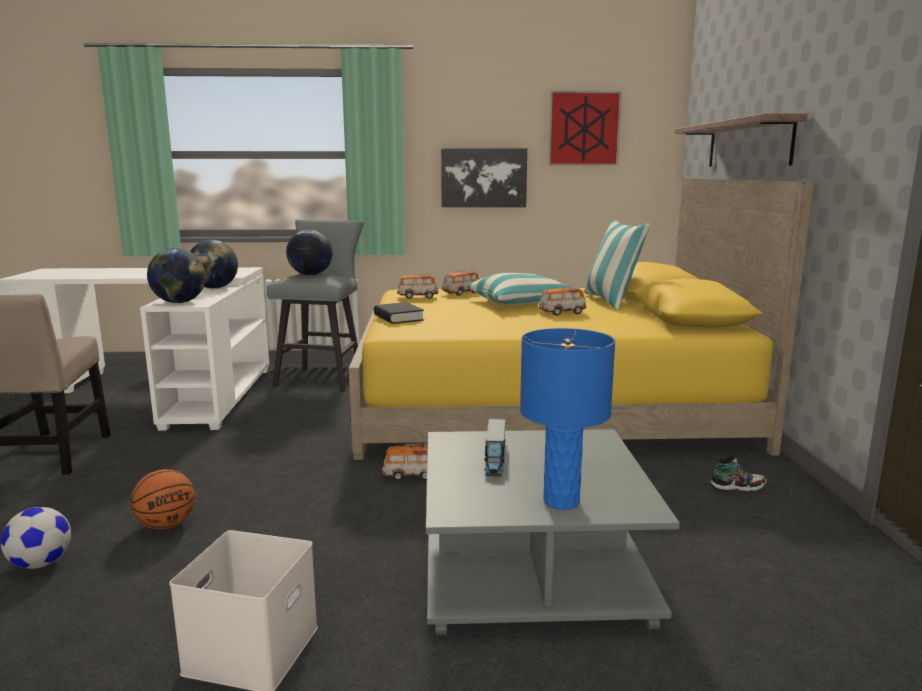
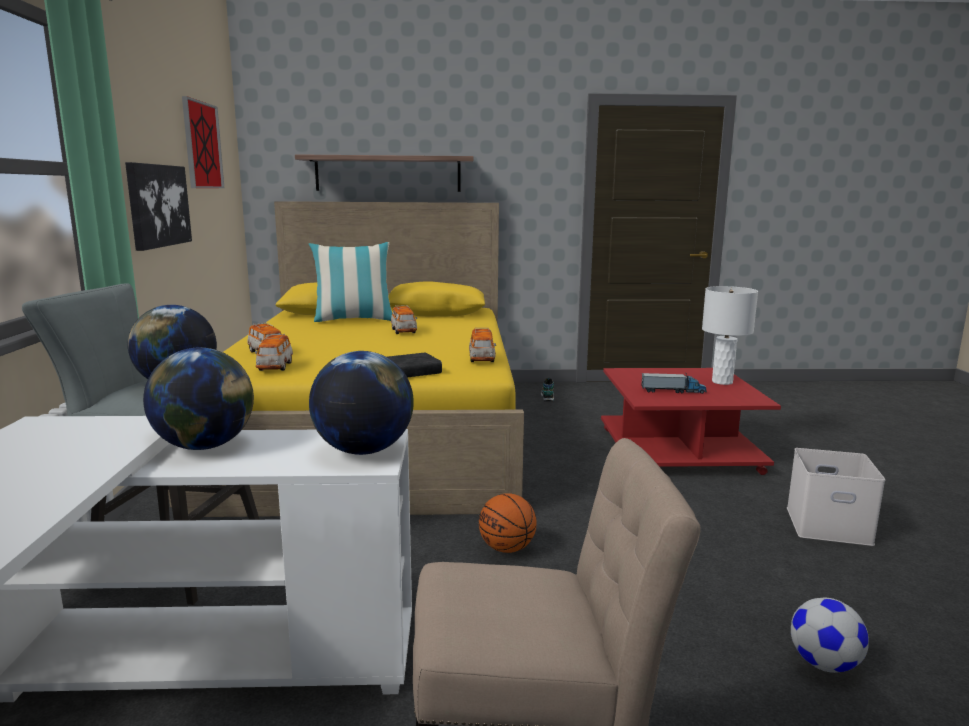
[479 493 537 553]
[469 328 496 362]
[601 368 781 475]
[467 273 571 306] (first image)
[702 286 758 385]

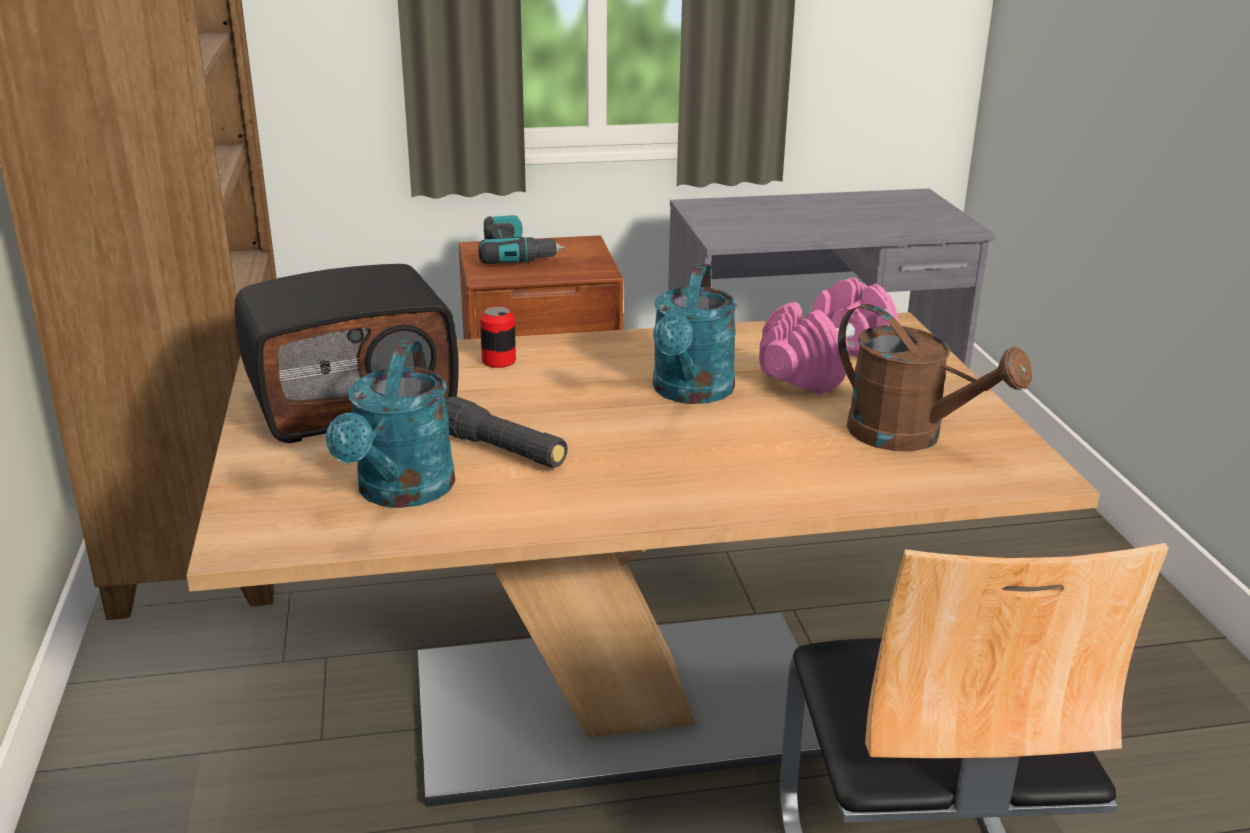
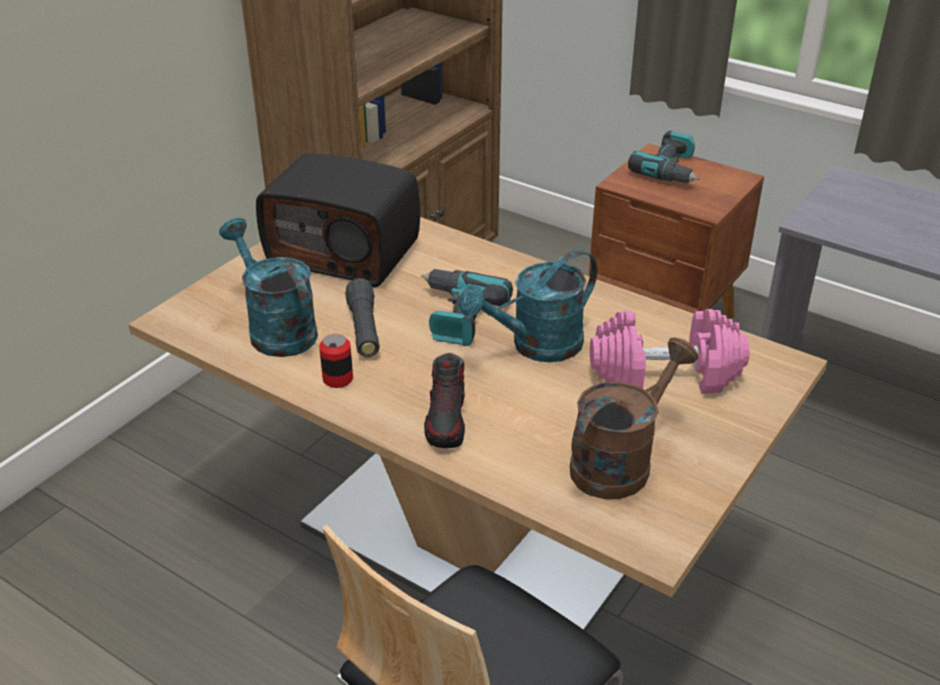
[219 218 318 357]
[319 334 353 388]
[570 337 698 499]
[421 269 513 346]
[424 353 465 448]

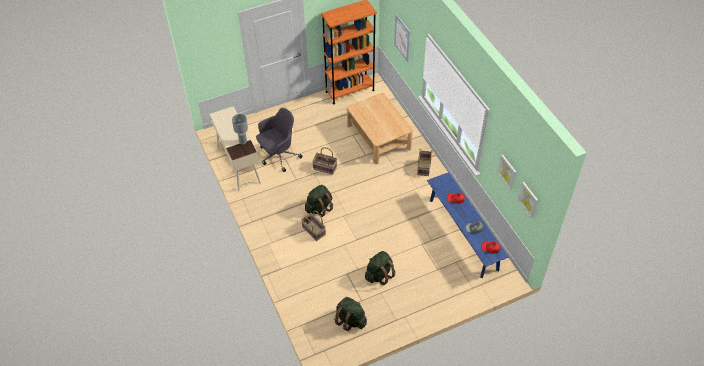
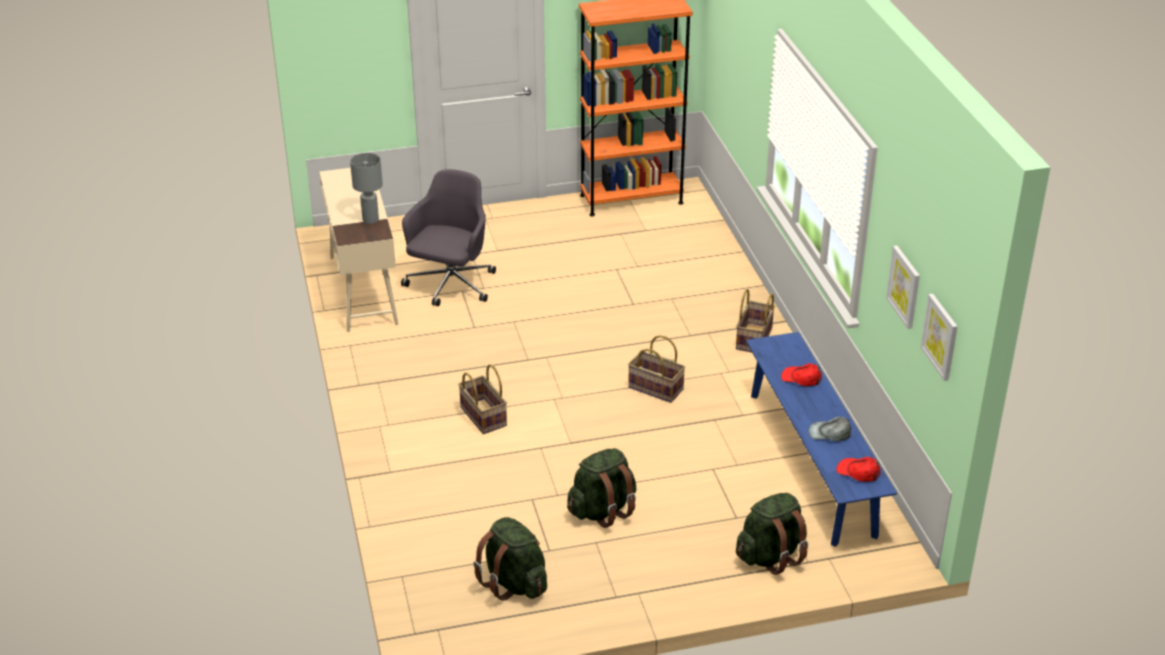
[401 169 496 306]
[736 493 808 575]
[628 335 685 403]
[347 93 413 164] (first image)
[394 14 411 62] (first image)

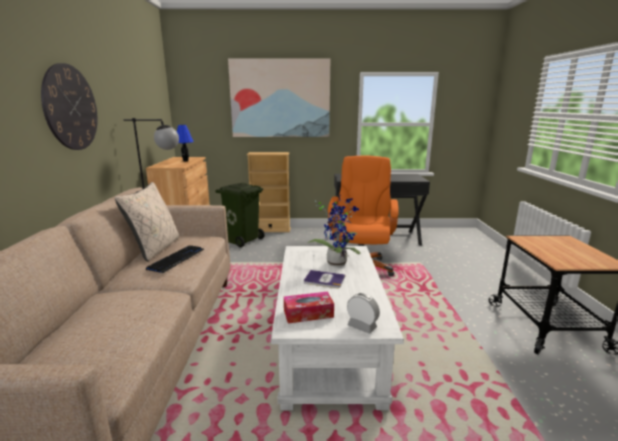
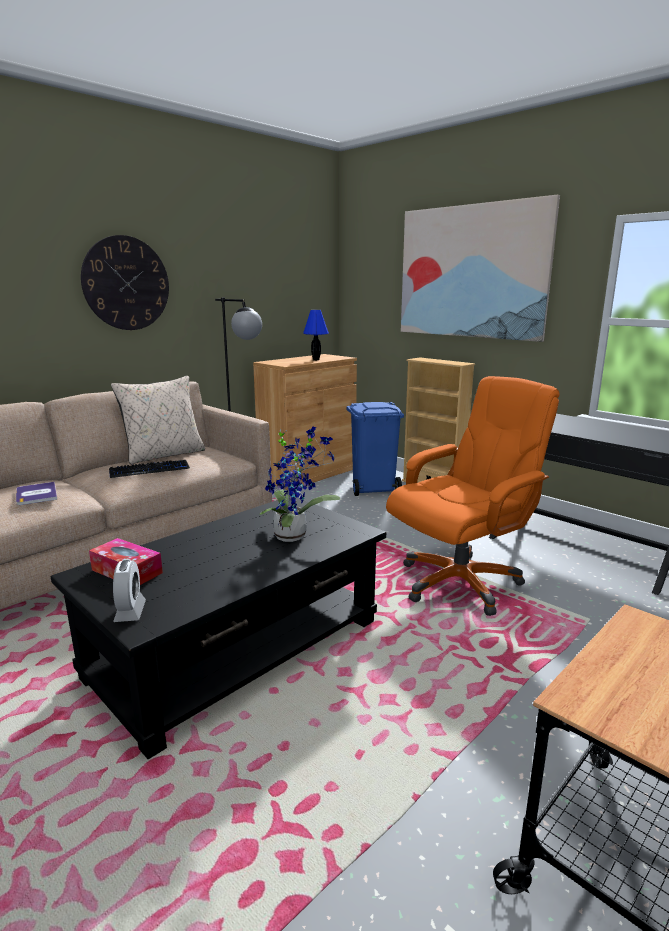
[347 402 404 496]
[51 497 386 759]
[16 482 57 505]

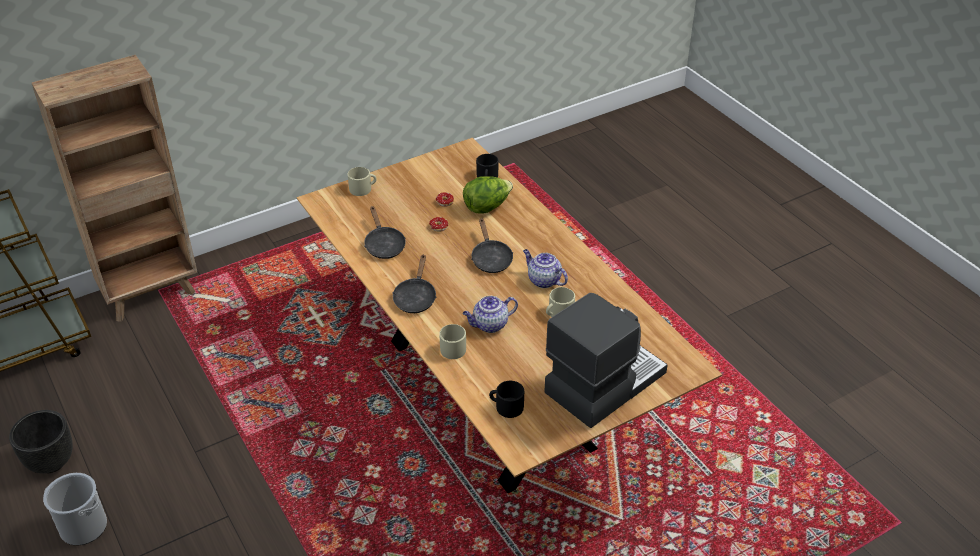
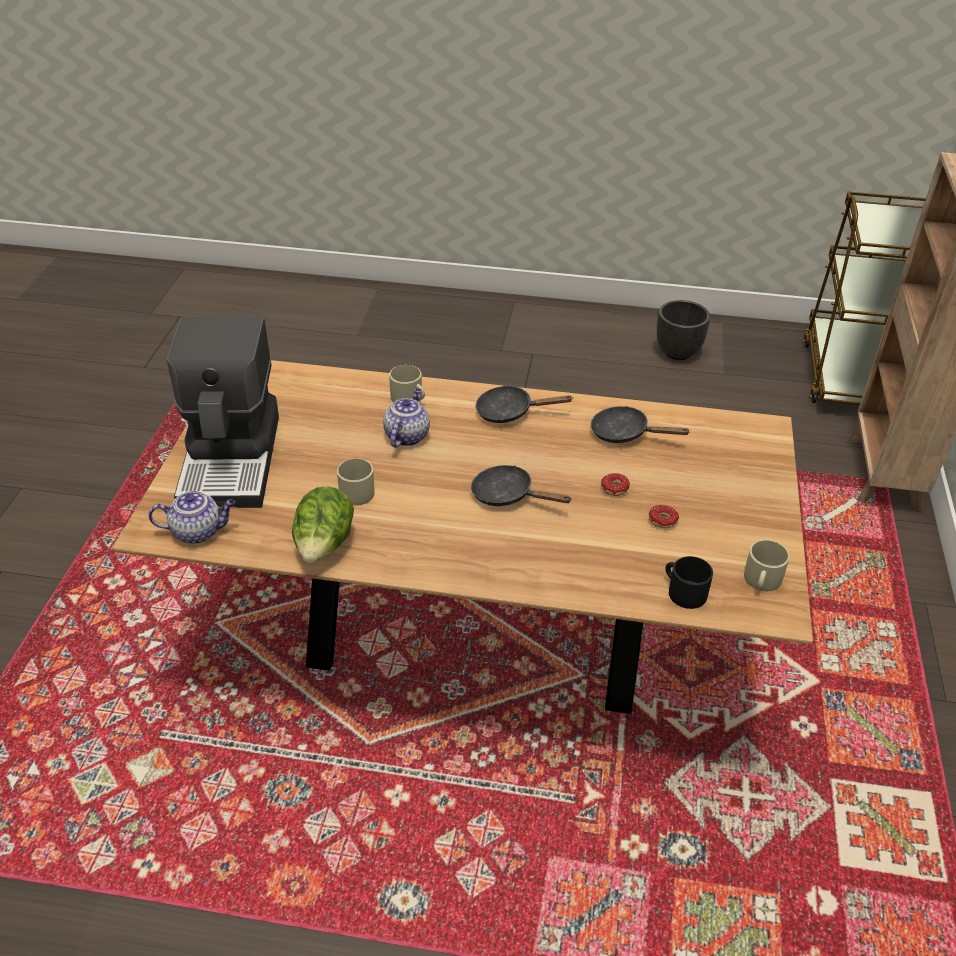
[43 473 107 545] (first image)
[744 540 789 591]
[475 385 572 423]
[292 486 354 563]
[489 381 524 418] (first image)
[148 491 235 544]

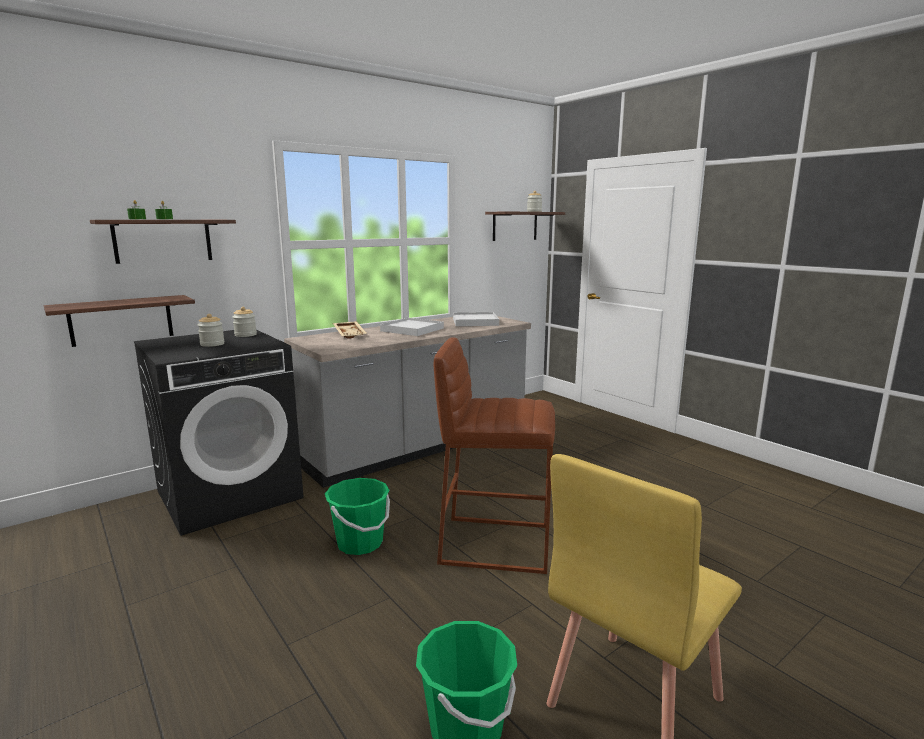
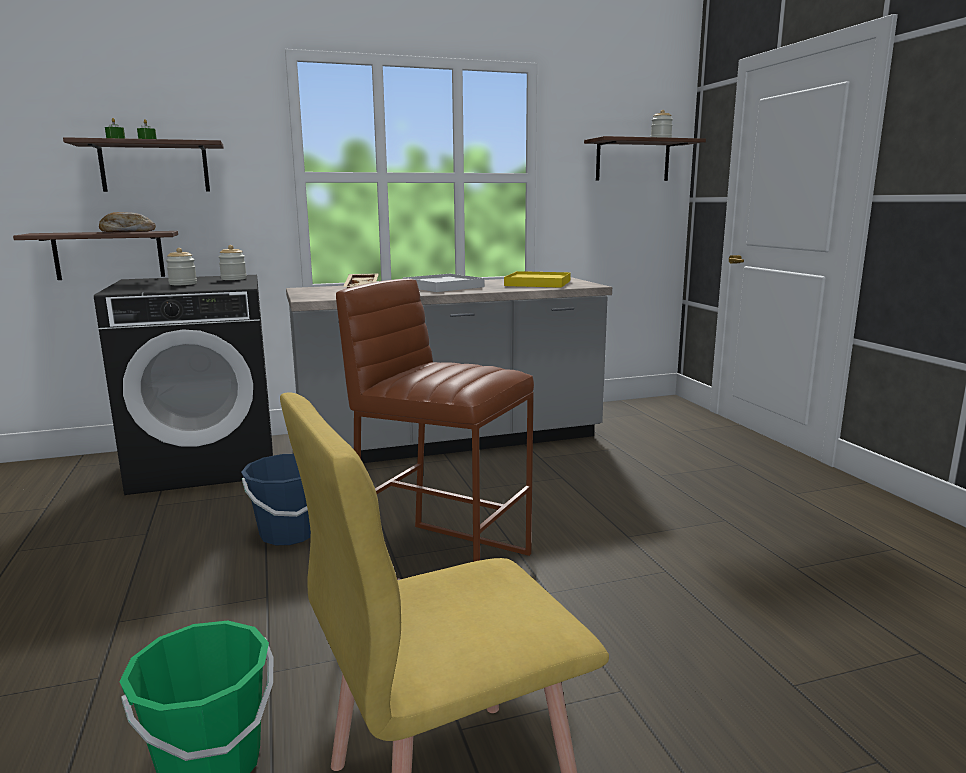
[241 454 311 545]
[504 271 571 288]
[99 212 156 232]

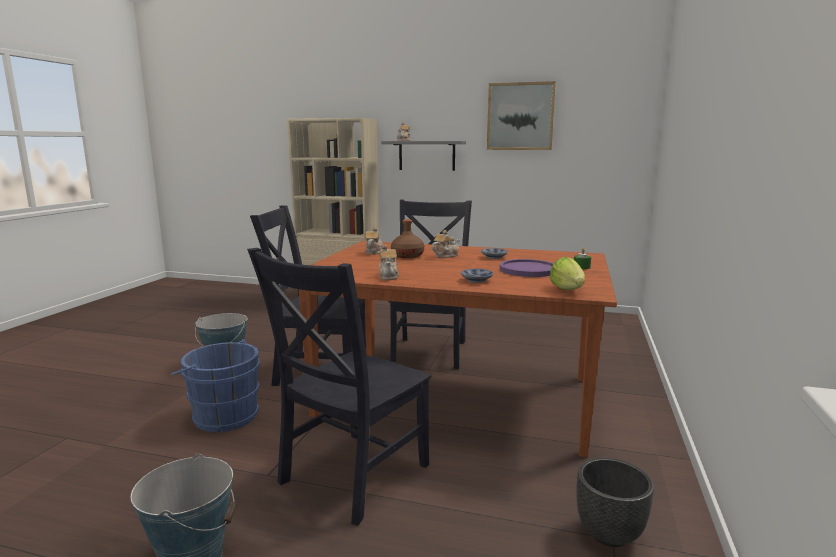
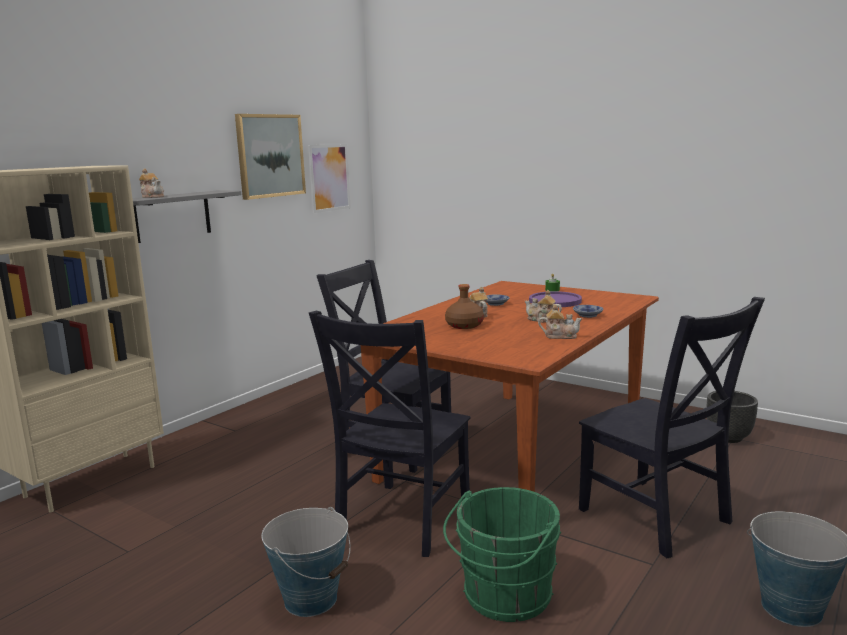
[443 487 561 622]
[525 290 562 323]
[550 257 585 290] (first image)
[308 144 351 213]

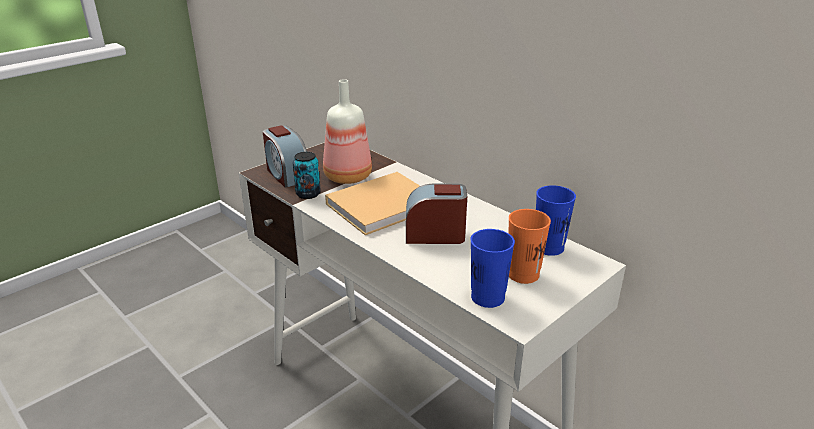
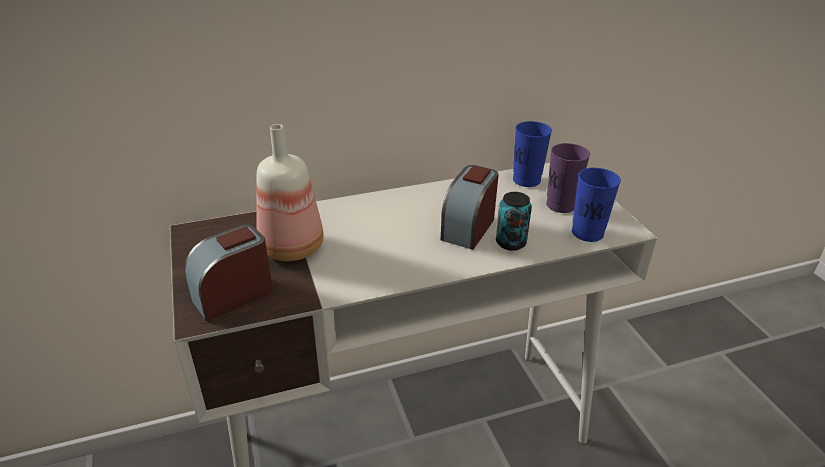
[184 224 273 321]
[496 192 532 251]
[325 172 420 235] (first image)
[546 143 590 213]

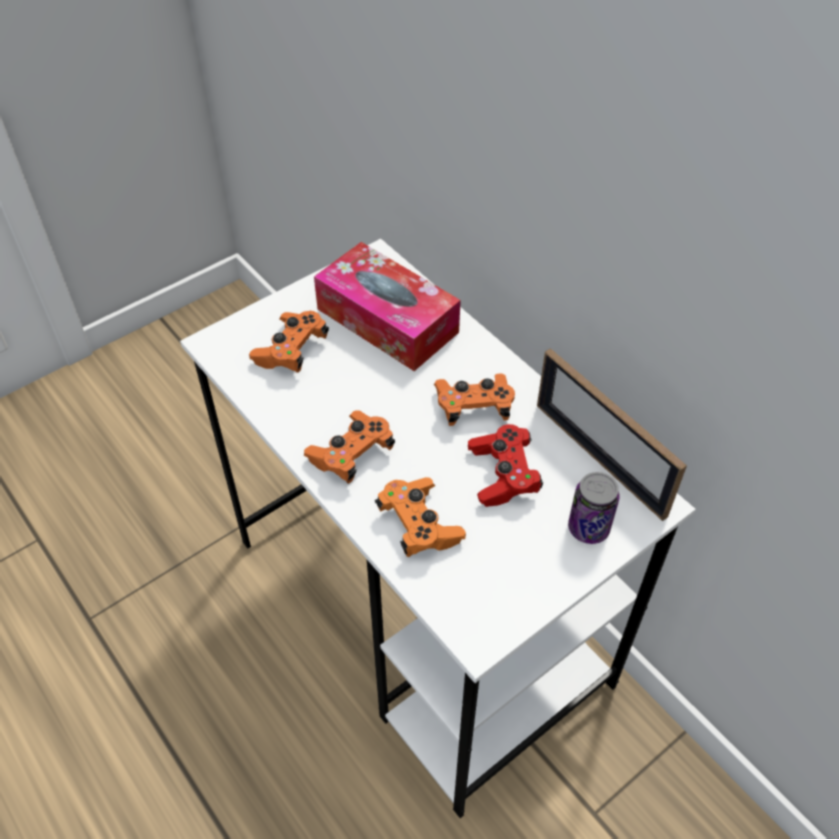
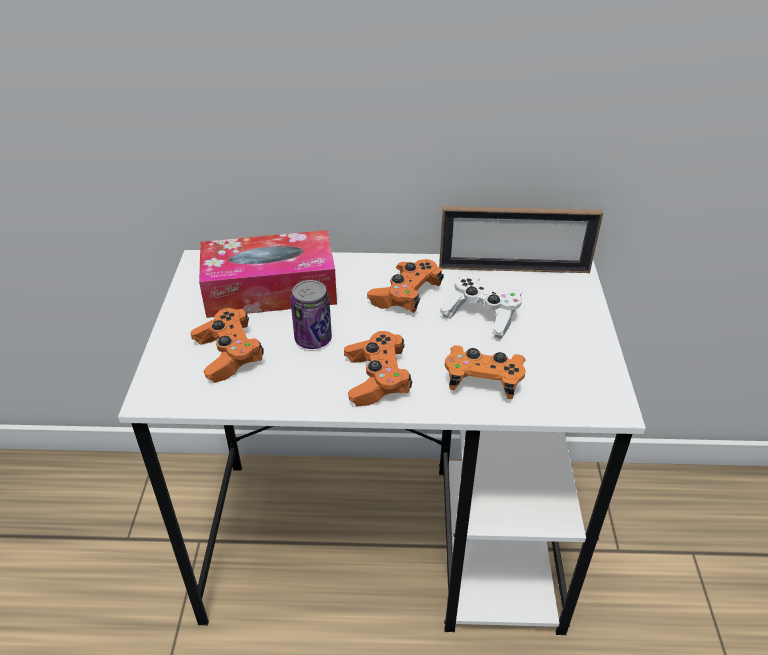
[440 273 522 339]
[291 280 332 349]

